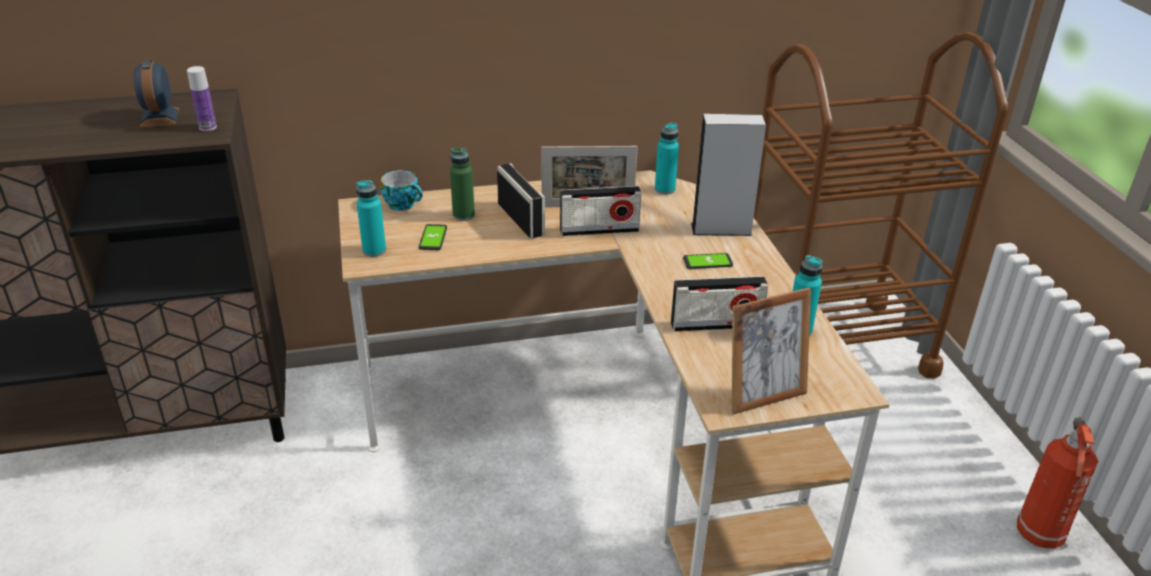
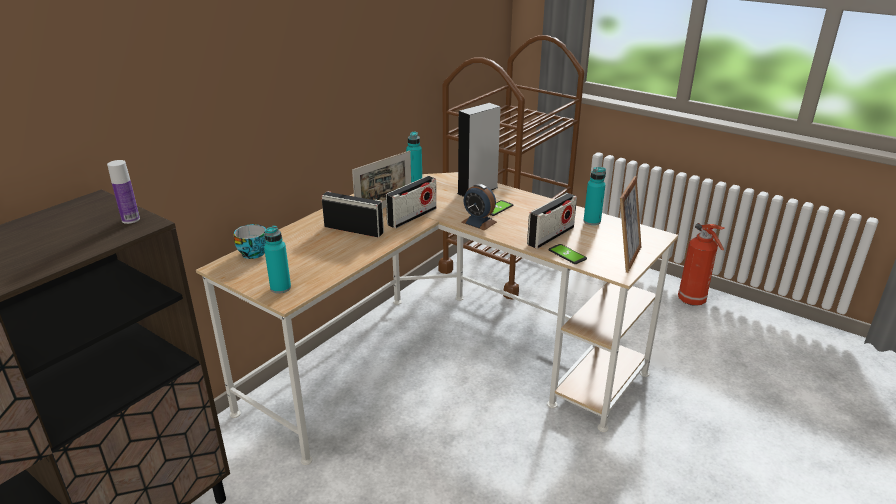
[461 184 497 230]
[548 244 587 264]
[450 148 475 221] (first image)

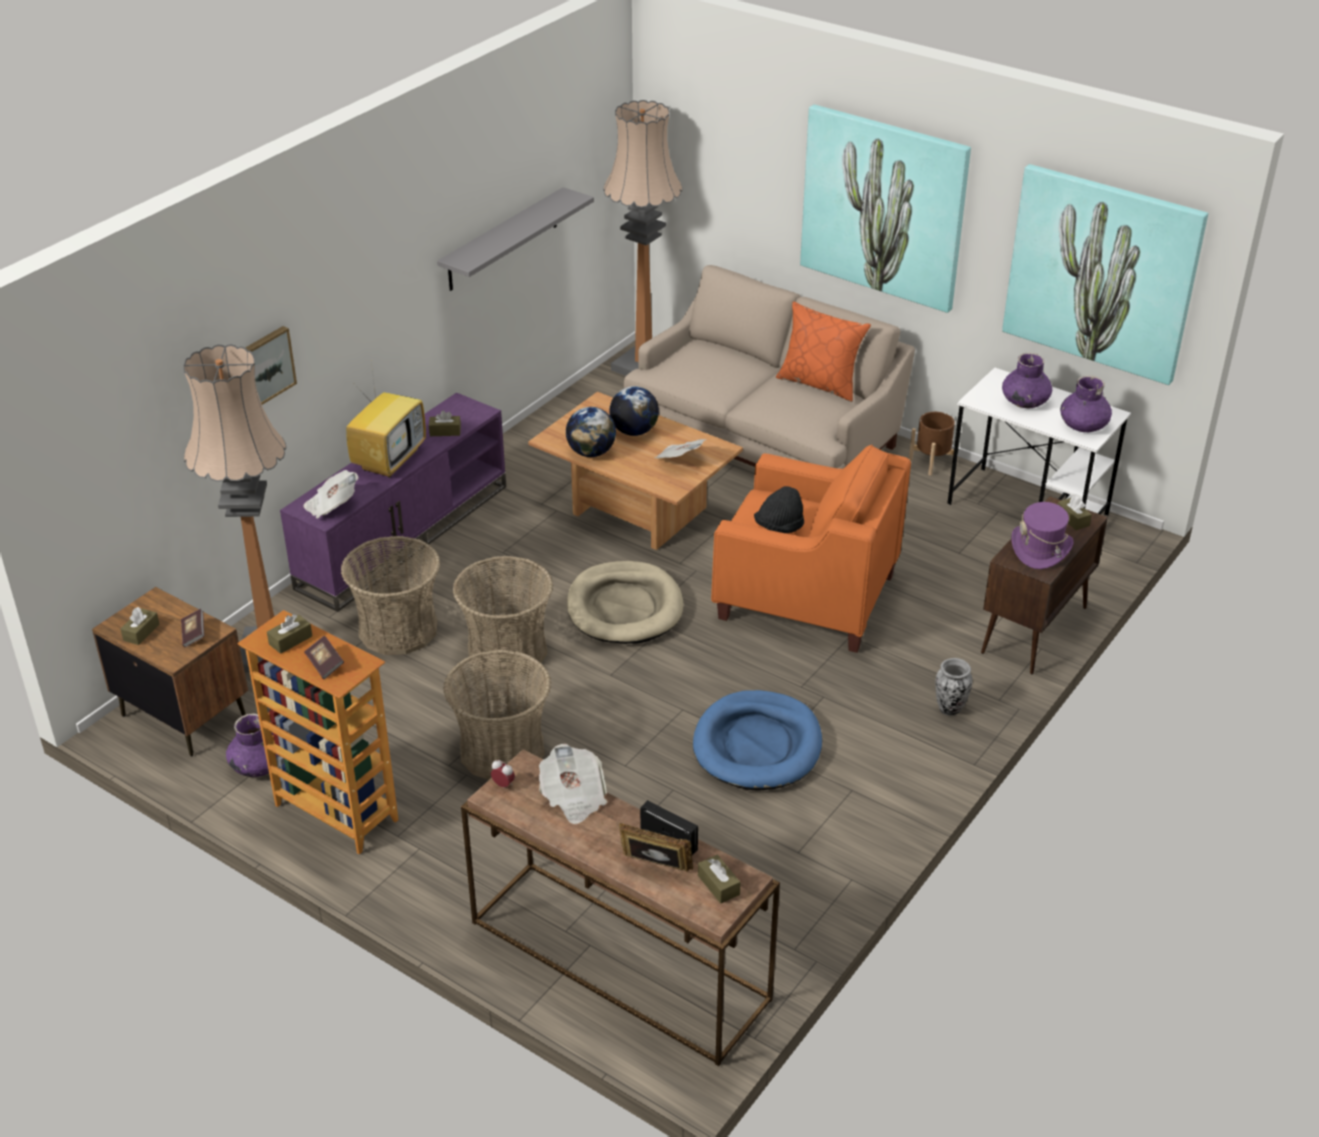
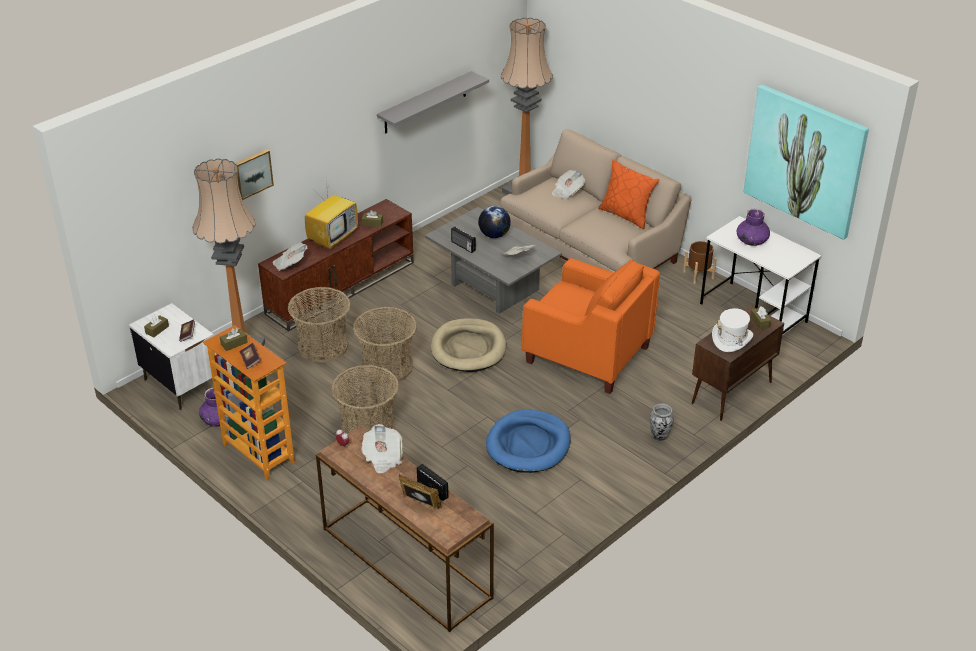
[129 303 217 410]
[258 199 414 331]
[425 207 562 314]
[451 226 476 253]
[698 855 741 904] (first image)
[754 486 804 533] (first image)
[800 104 971 313] (first image)
[712 308 753 352]
[1060 375 1112 432] (first image)
[552 170 585 199]

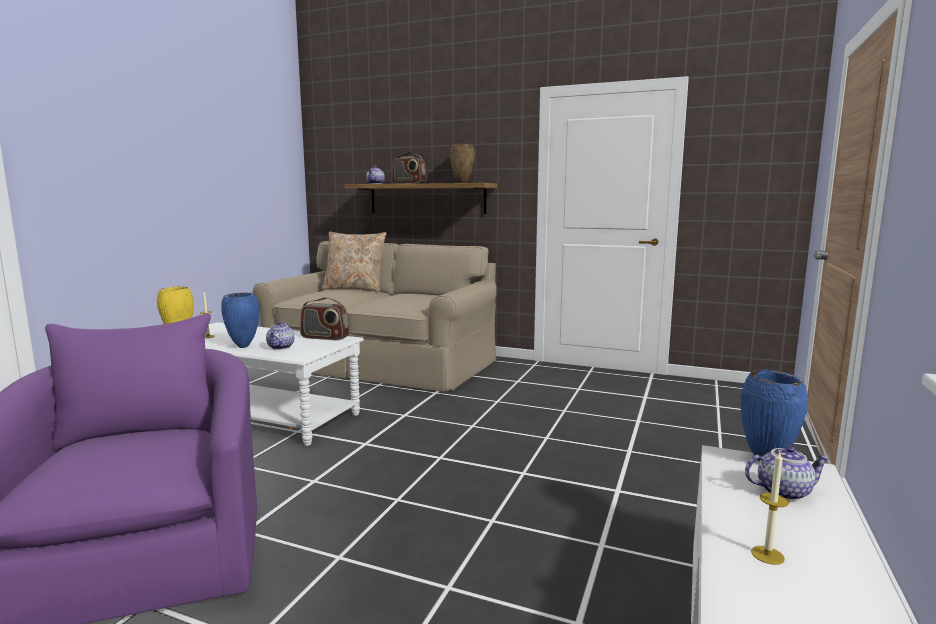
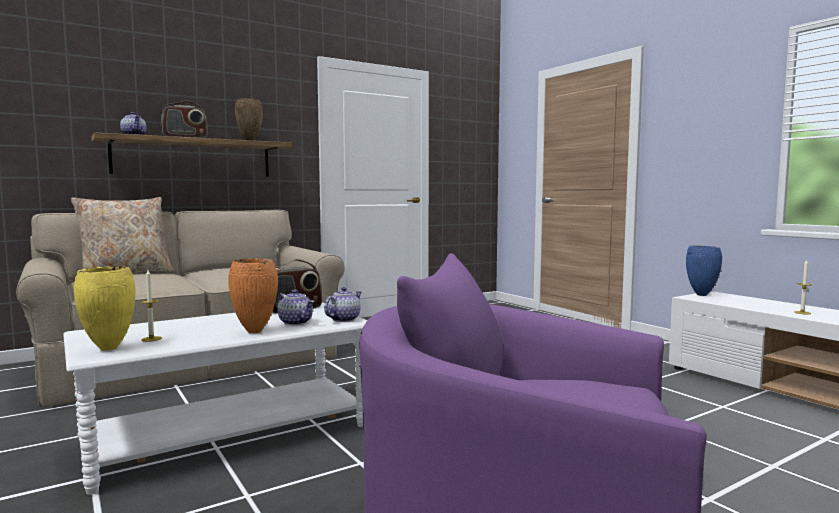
[228 258 278 333]
[324 287 361 322]

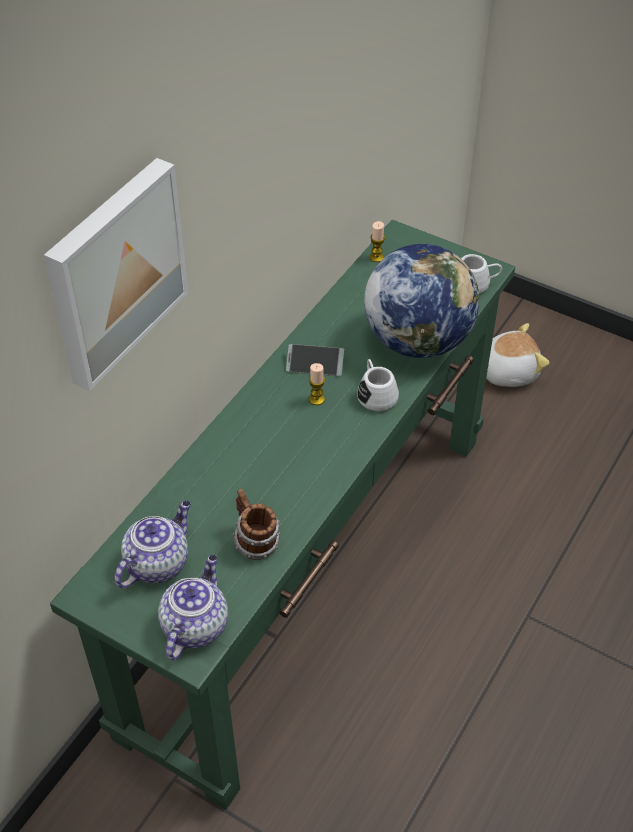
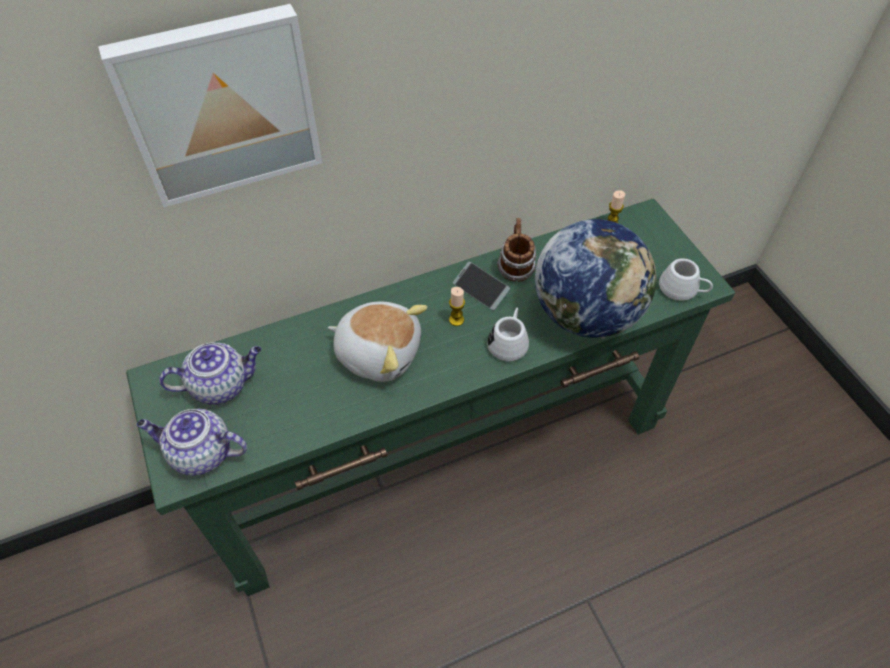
[136 409 247 476]
[497 218 537 282]
[328 302 427 382]

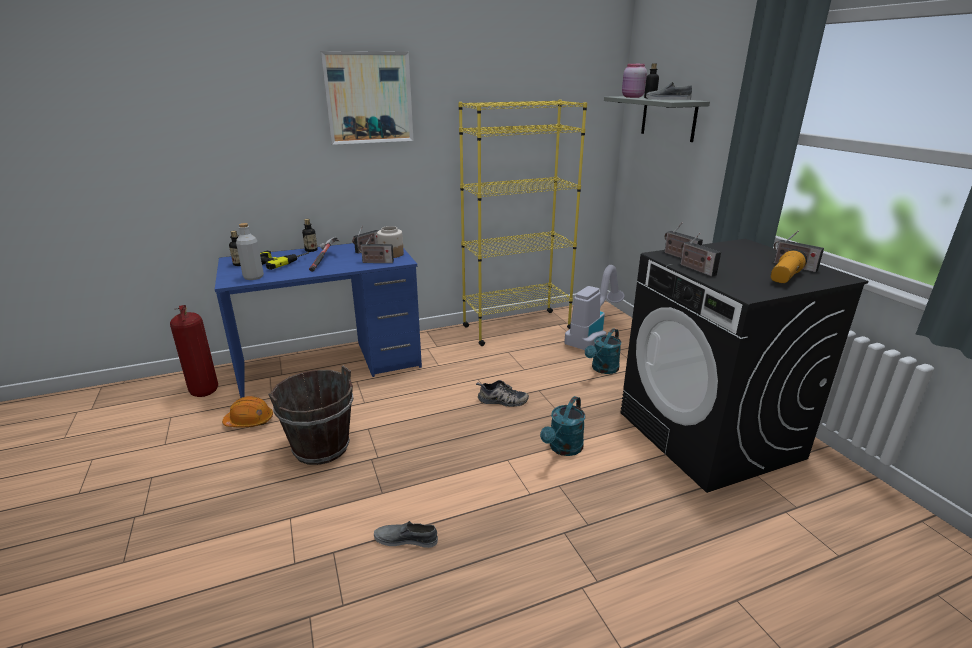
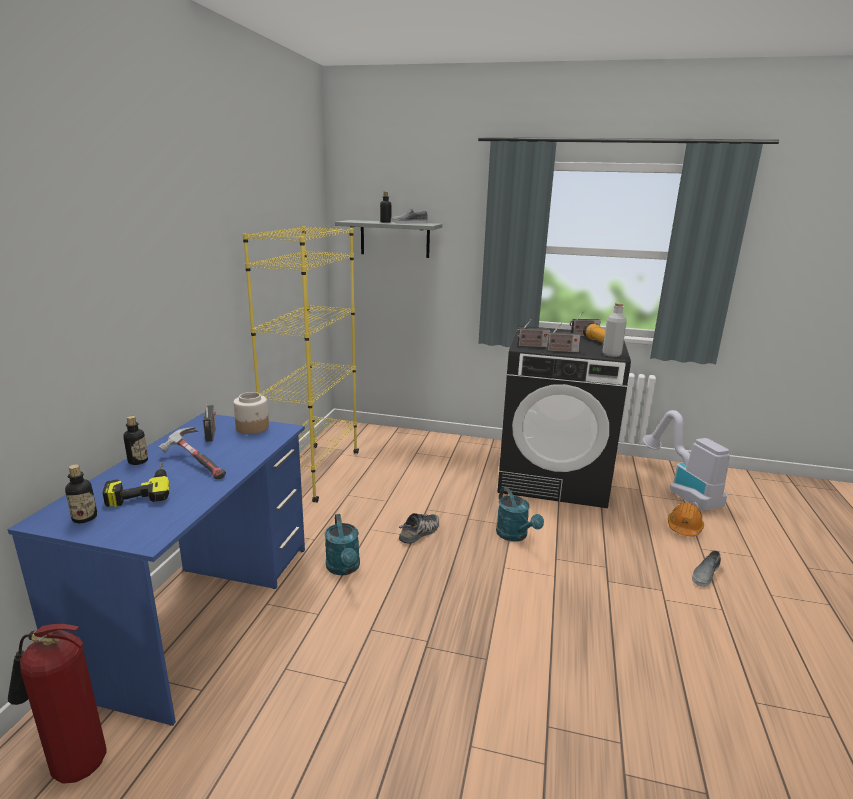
[668 502 704 536]
[602 303 627 357]
[268 366 353 465] (first image)
[320 51 414 145] (first image)
[358 235 394 263] (first image)
[692 550 721 587]
[643 410 730 510]
[325 514 360 575]
[622 64 647 98] (first image)

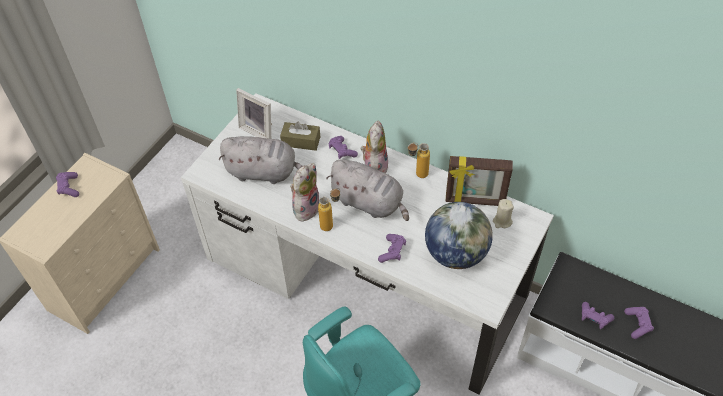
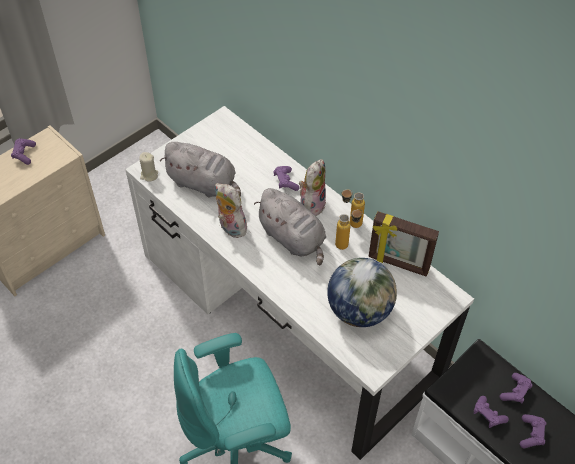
[236 88 272 139] (first image)
[280 122 320 151] (first image)
[215 183 249 238]
[335 209 363 250]
[500 373 533 404]
[139 152 158 182]

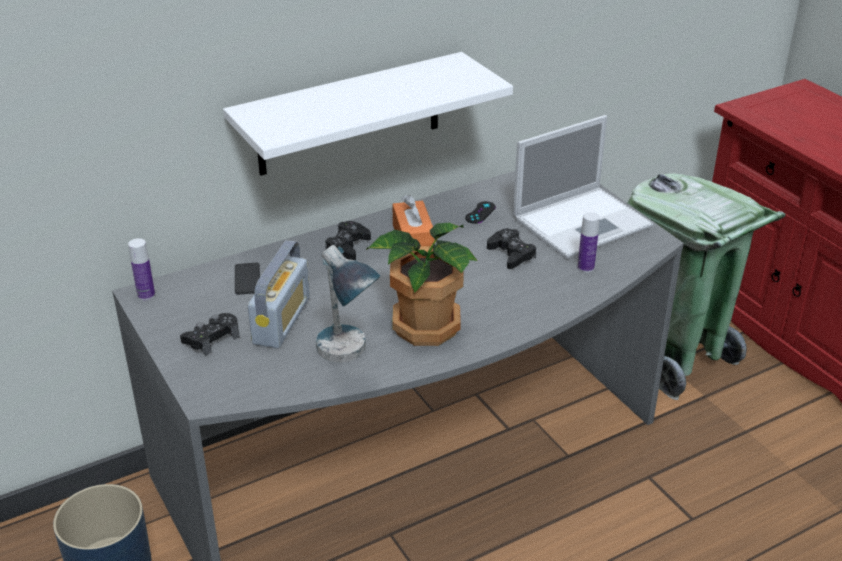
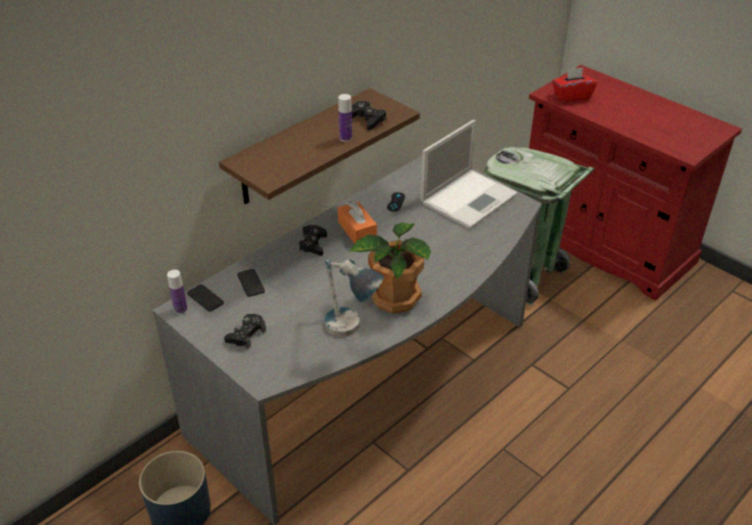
[219 88 420 204]
[248 240 310 349] (first image)
[352 101 386 130]
[338 94 352 142]
[187 284 224 312]
[552 67 597 102]

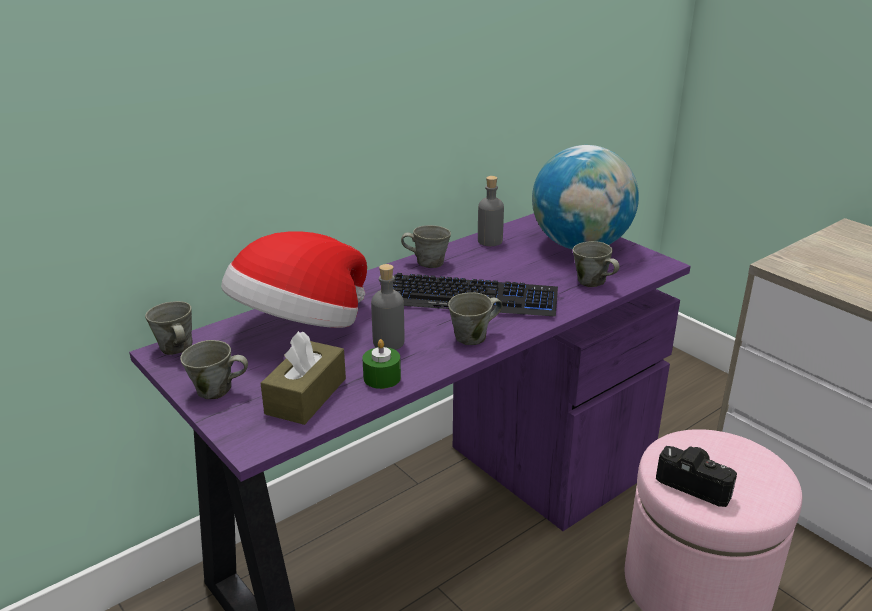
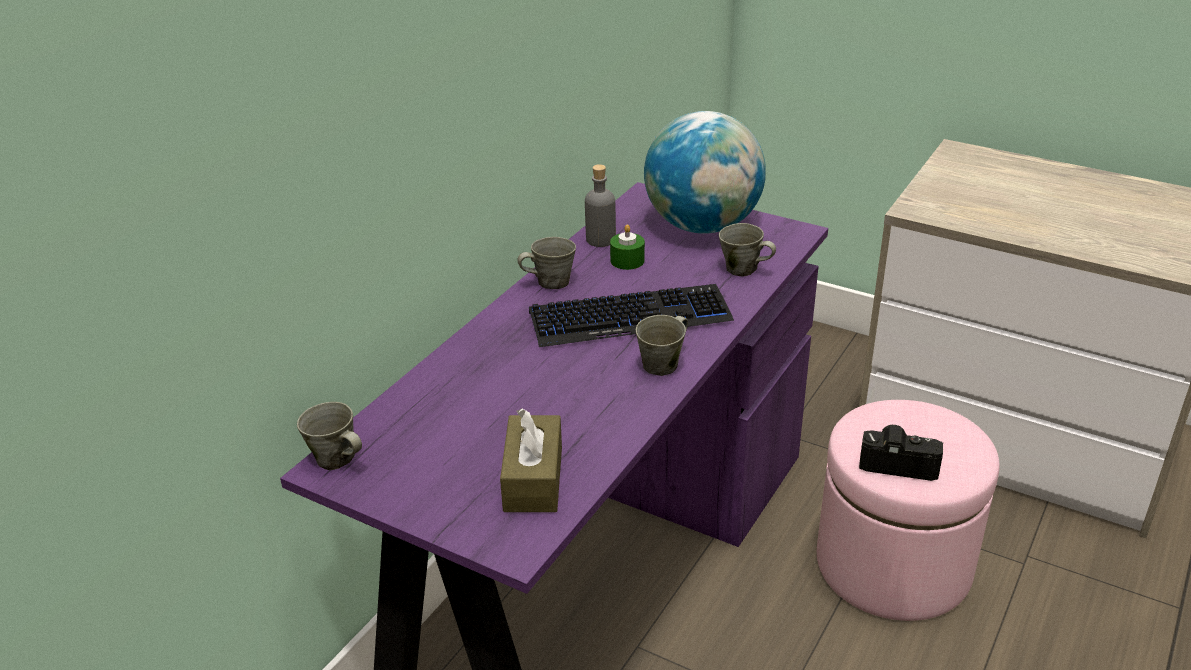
[180 340 248 399] (first image)
[221 231 367 328] (first image)
[610 224 645 270]
[371 264 404 350] (first image)

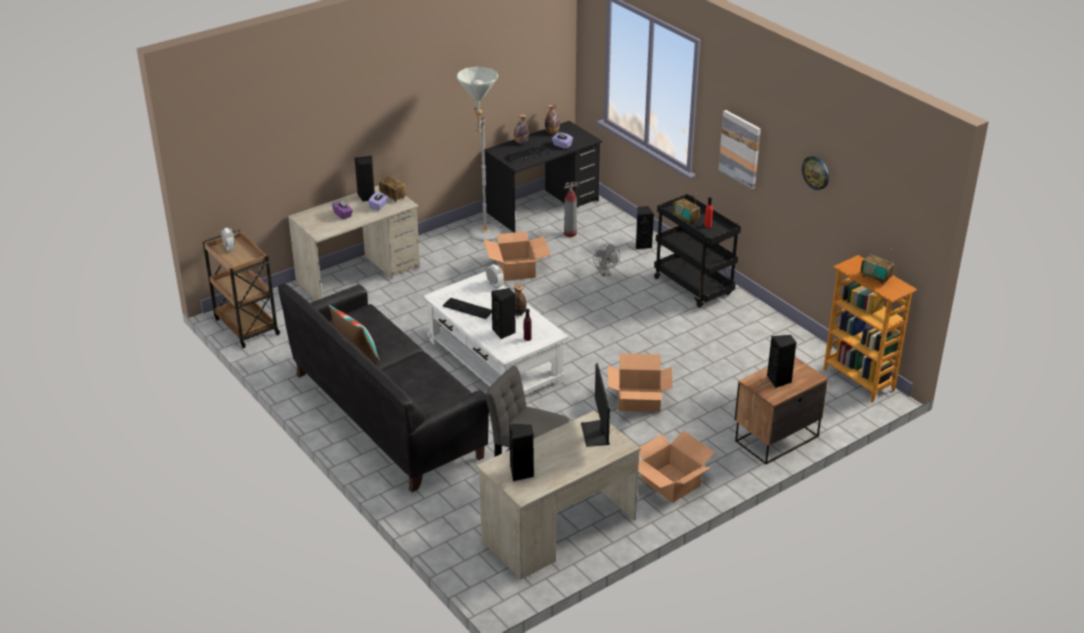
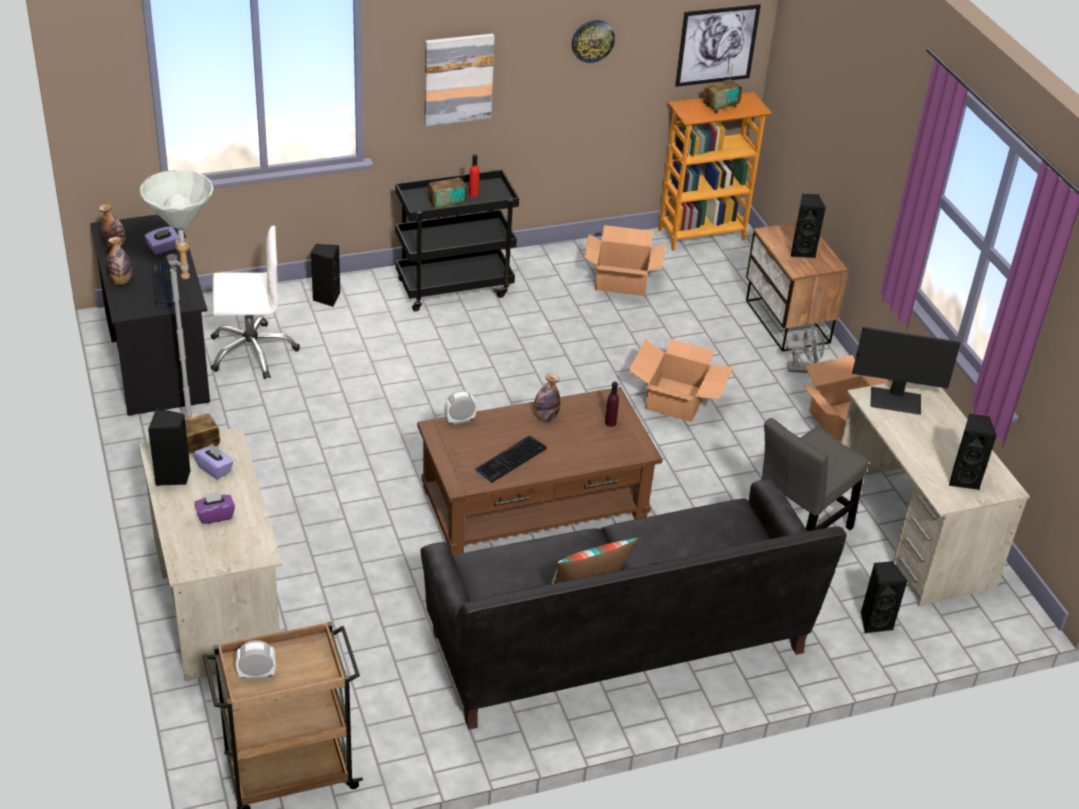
[417 387 663 555]
[584 225 665 296]
[861 561 908 633]
[211 226 300 379]
[786 323 824 373]
[675 4 761 87]

